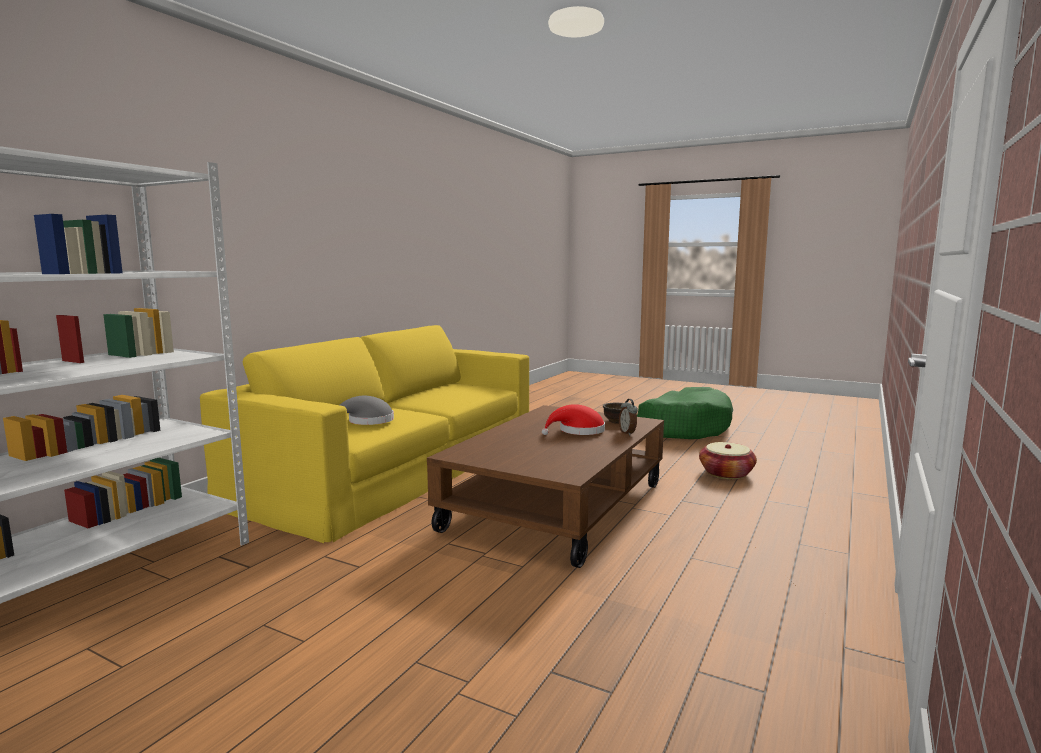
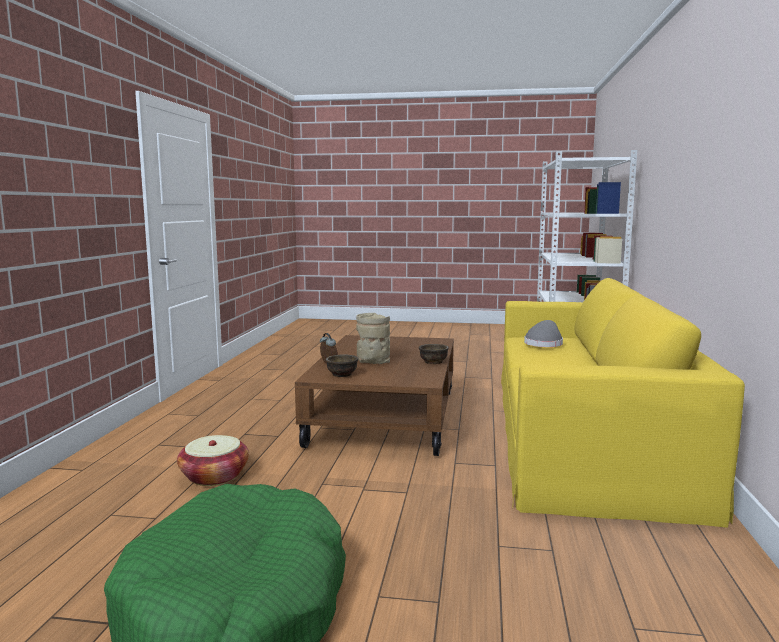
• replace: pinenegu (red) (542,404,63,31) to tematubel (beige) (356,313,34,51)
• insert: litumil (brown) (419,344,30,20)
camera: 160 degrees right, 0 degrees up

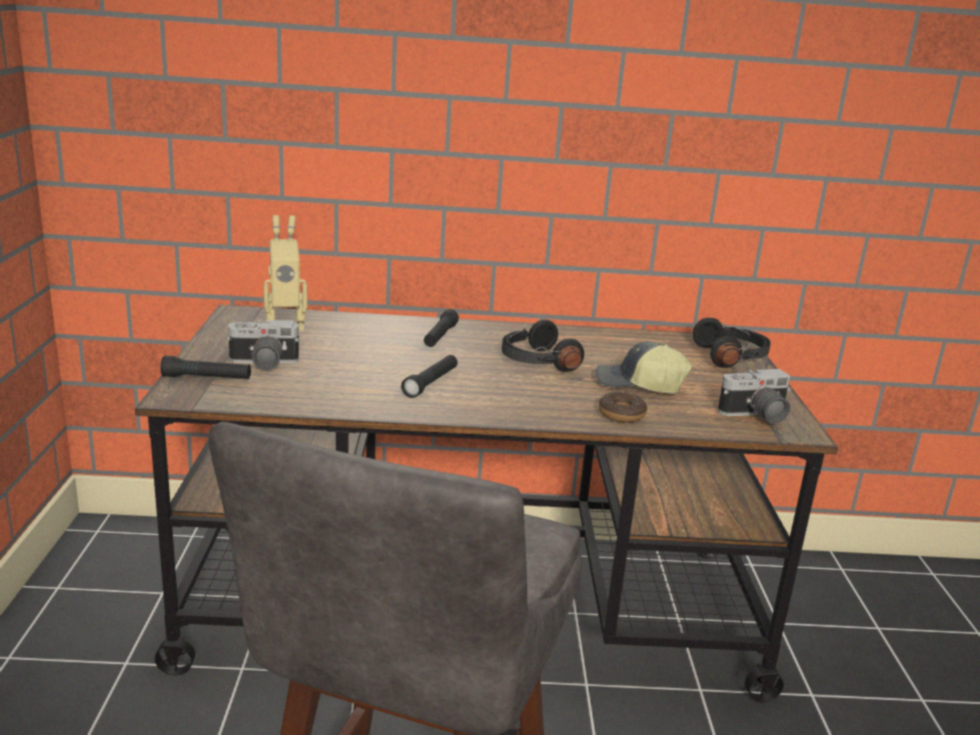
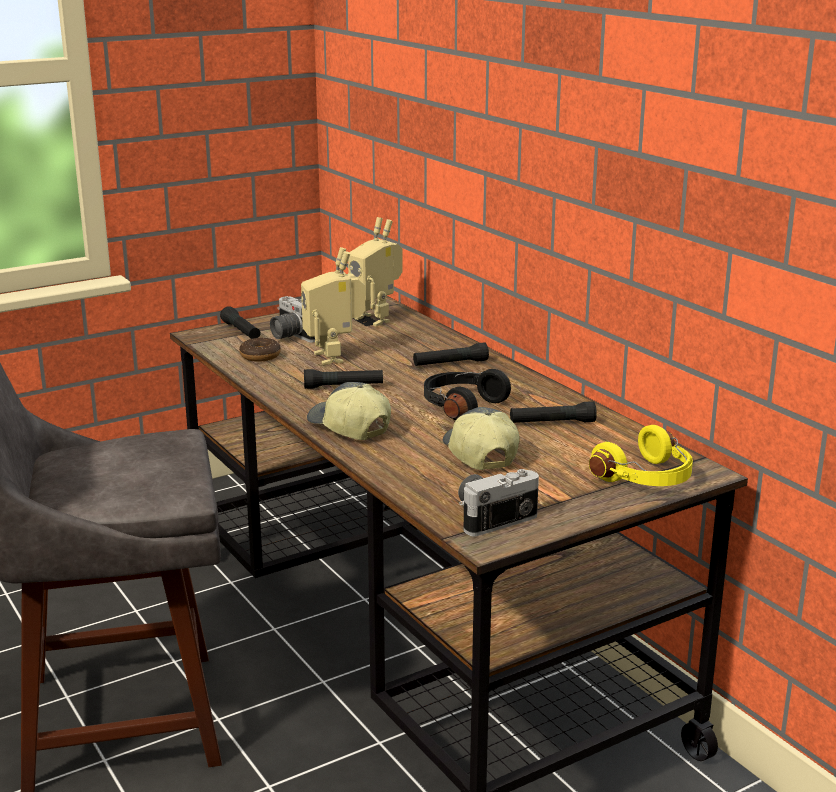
• move: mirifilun (599,392,48,30) to (239,338,42,24)
• insert: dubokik (301,247,64,118)
• insert: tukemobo (307,382,84,58)
• rotate: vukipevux (718,369,74,54) = (458,469,81,68) 105 degrees clockwise
• insert: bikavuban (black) (510,401,87,22)
• recolor: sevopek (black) (693,318,78,50) to sevopek (yellow) (589,425,104,61)
camera: 60 degrees right, 0 degrees up

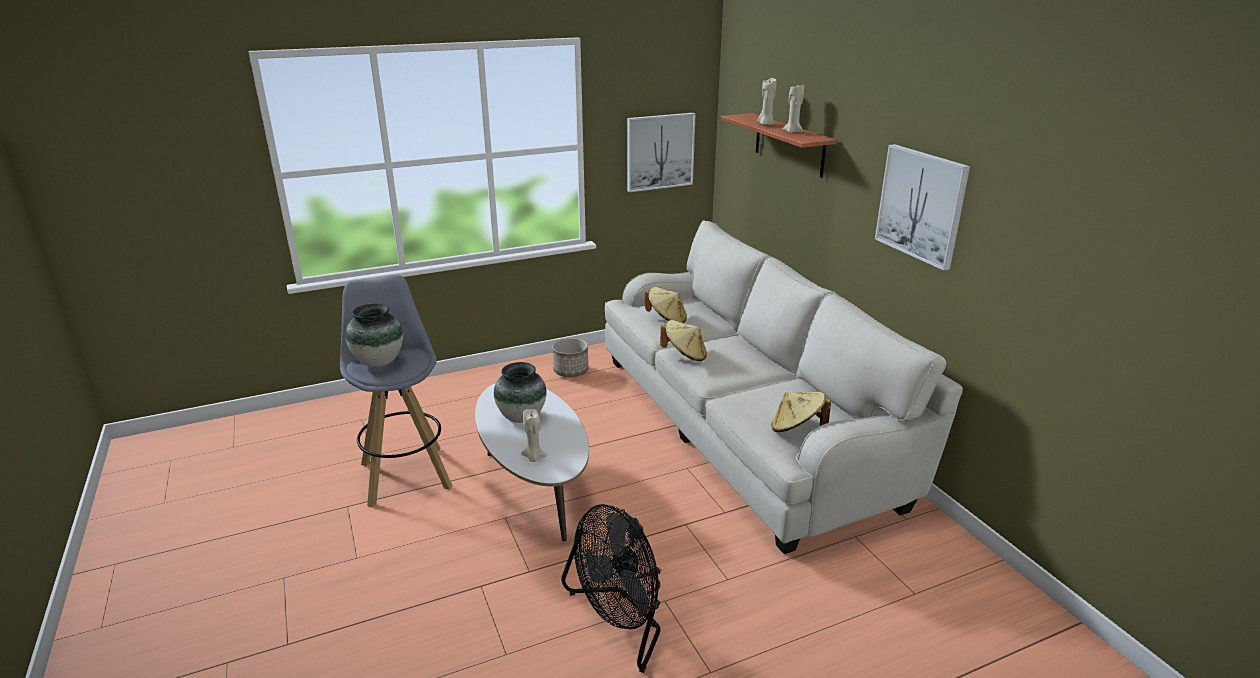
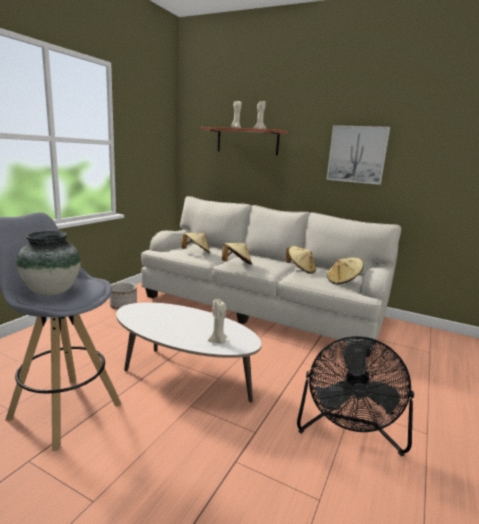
• insert: pinenegu (beige) (286,246,30,28)
• delete: tematubel (494,362,53,61)
• delete: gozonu (627,113,69,79)
camera: 40 degrees left, 10 degrees down

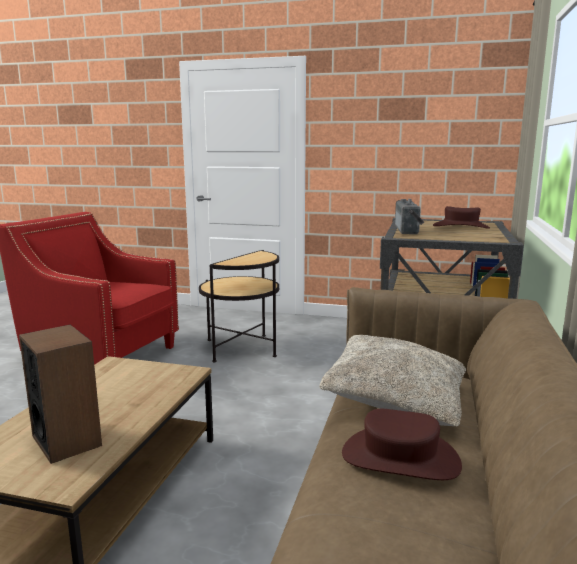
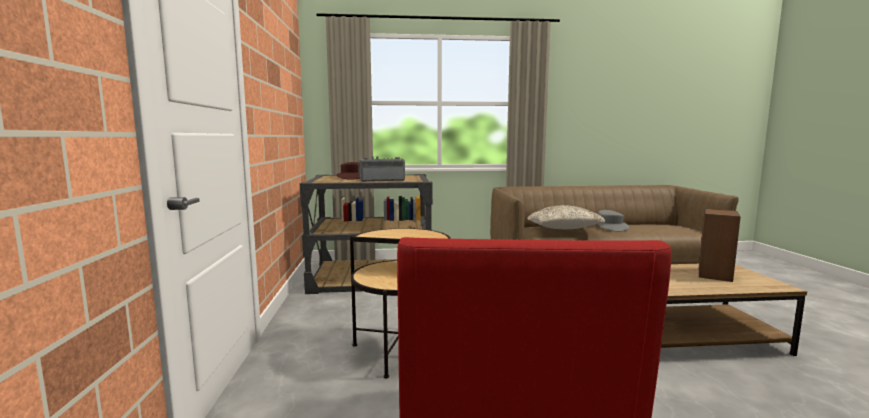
• recolor: pinenegu (brown) (342,409,120,71) to pinenegu (grey) (597,210,32,22)
camera: 110 degrees left, 5 degrees down

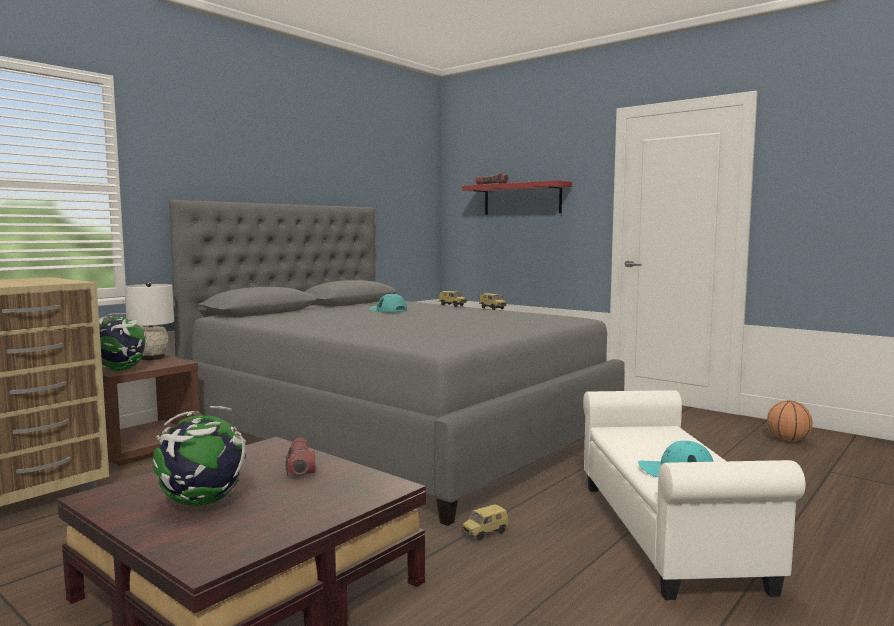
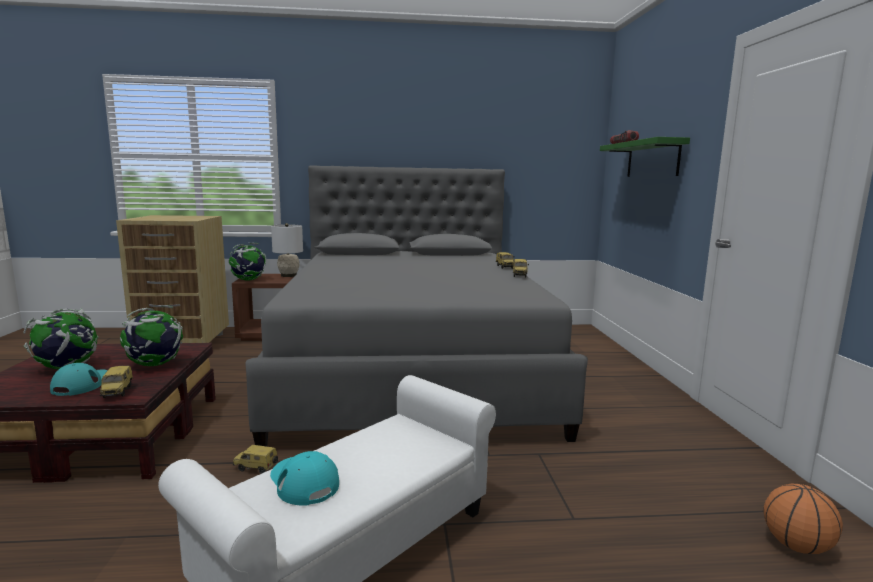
• move: tukemobo (turquoise) (370,294,37,19) to (50,363,58,33)
• insert: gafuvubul (100,366,33,32)
• replace: bikavuban (285,438,31,38) to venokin (120,305,63,61)
• recolor: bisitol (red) (462,180,110,35) to bisitol (green) (600,137,90,40)
camera: 45 degrees right, 5 degrees up

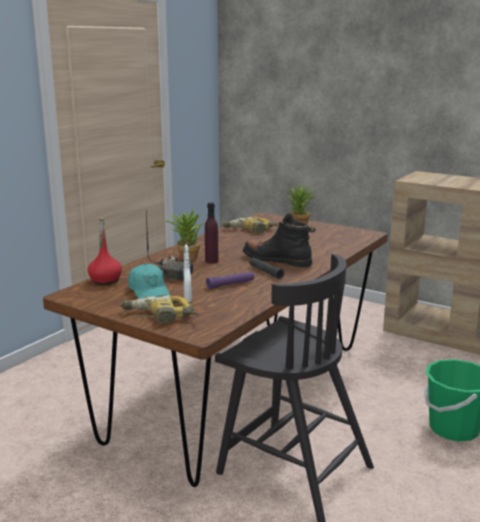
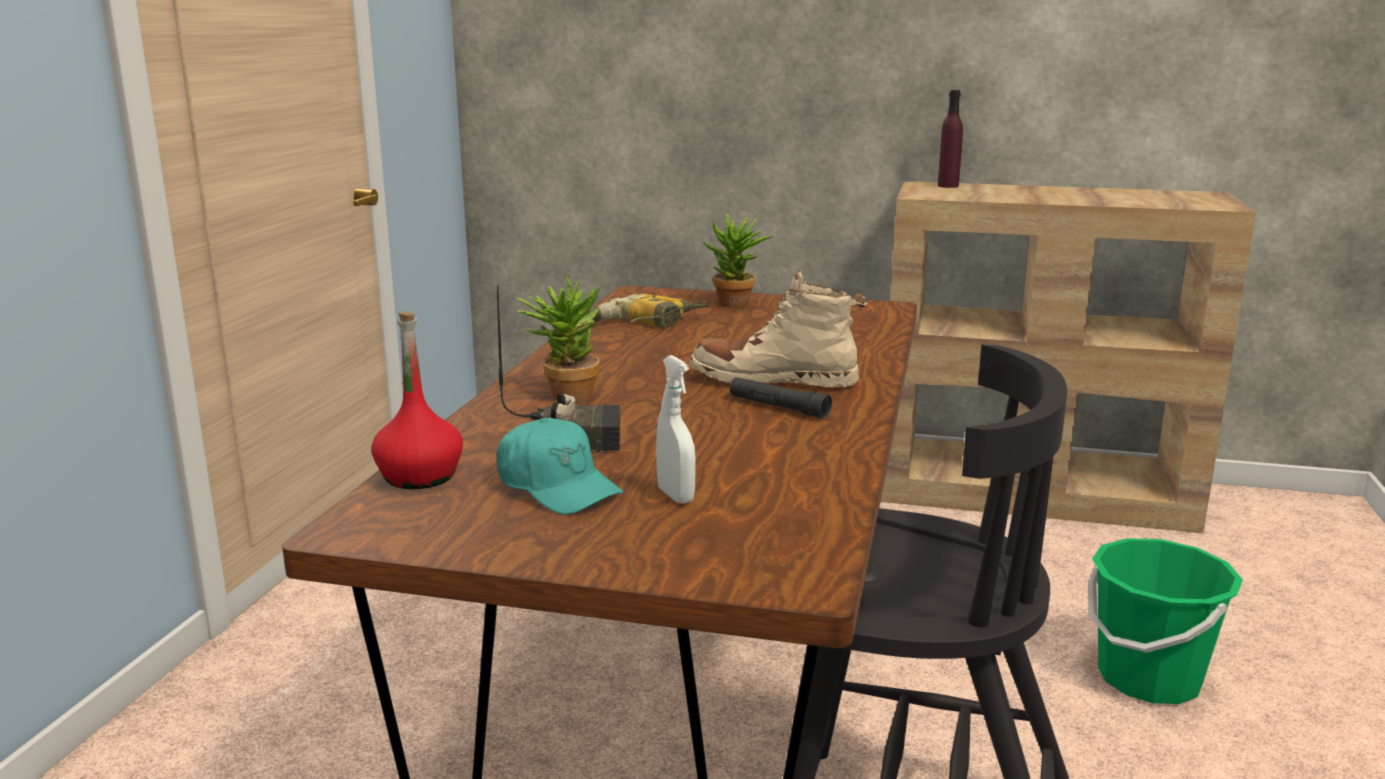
• recolor: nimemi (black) (243,214,73,53) to nimemi (beige) (689,270,179,117)
• move: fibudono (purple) (205,202,13,62) to (938,90,25,98)
• delete: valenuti (120,295,79,29)
• delete: bikavuban (purple) (206,272,48,17)
camera: 20 degrees left, 0 degrees up

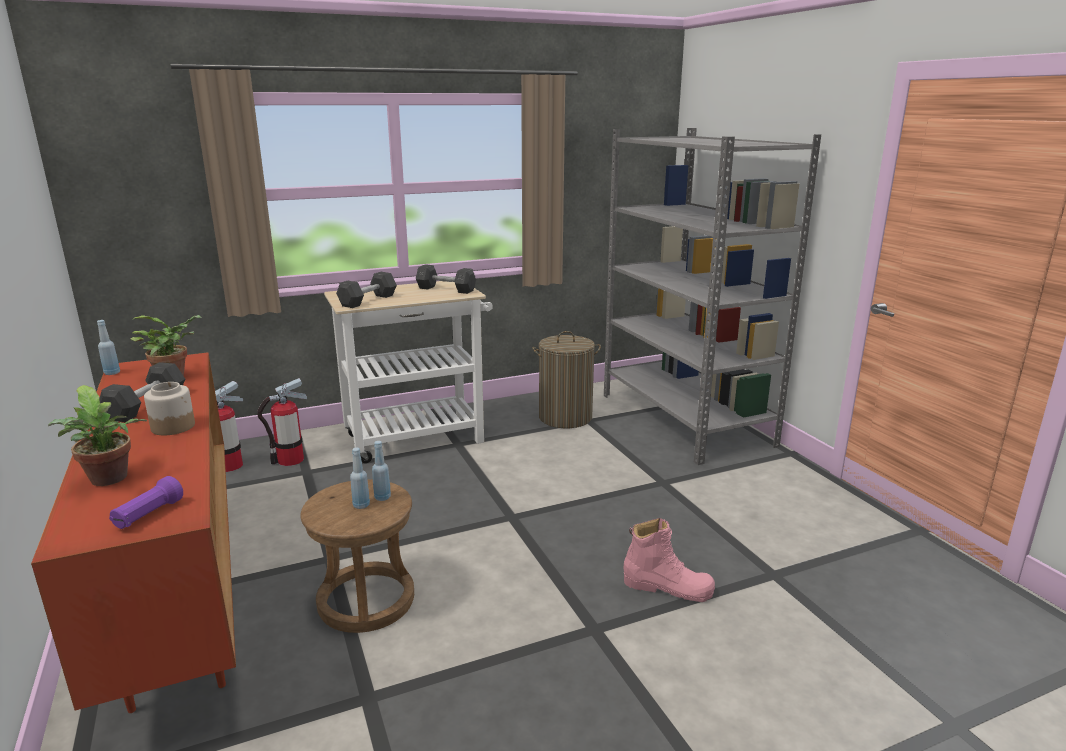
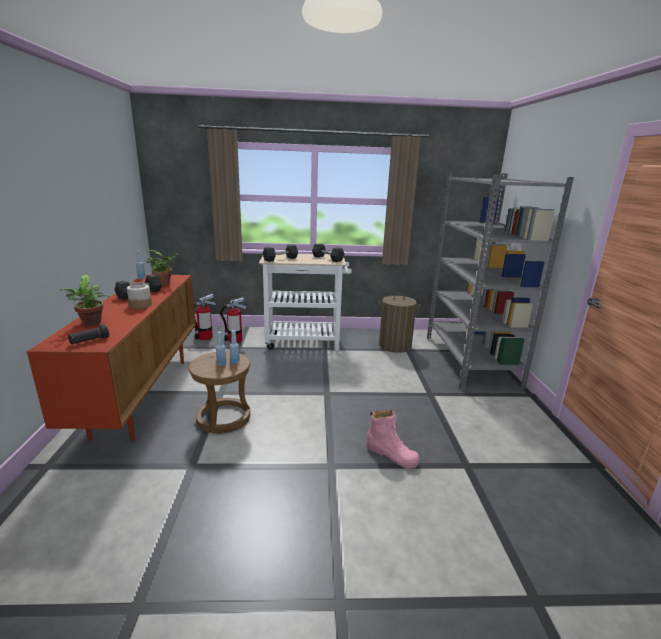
• recolor: bikavuban (purple) (109,476,74,53) to bikavuban (black) (68,324,41,20)
camera: 20 degrees right, 0 degrees up

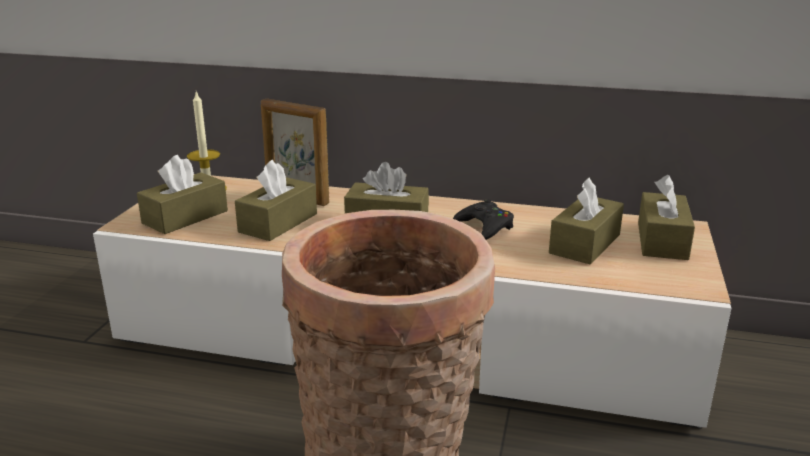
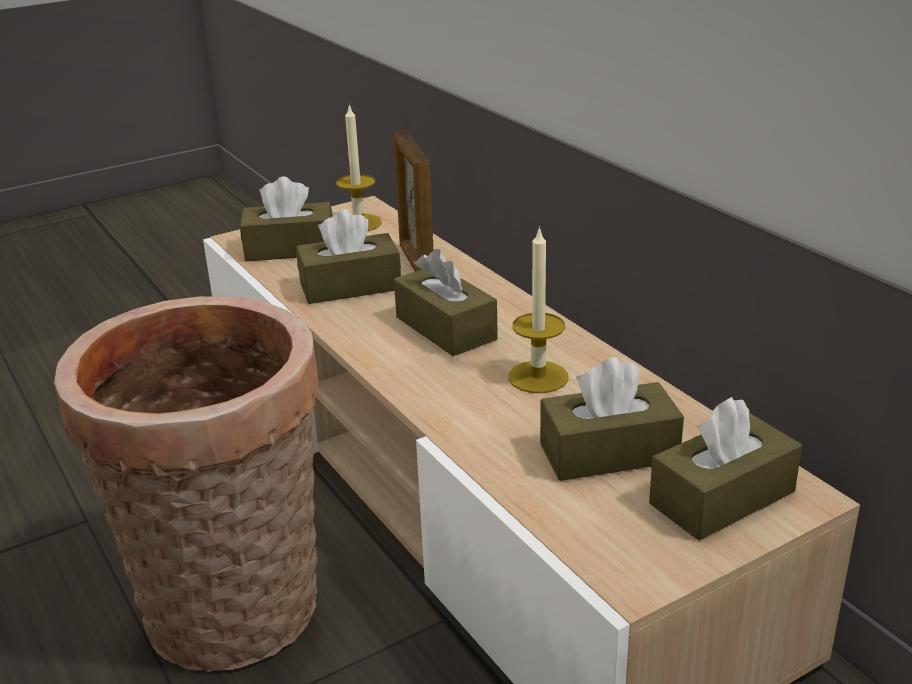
• replace: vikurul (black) (453,199,61,41) to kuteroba (508,226,60,167)
camera: 45 degrees right, 5 degrees up

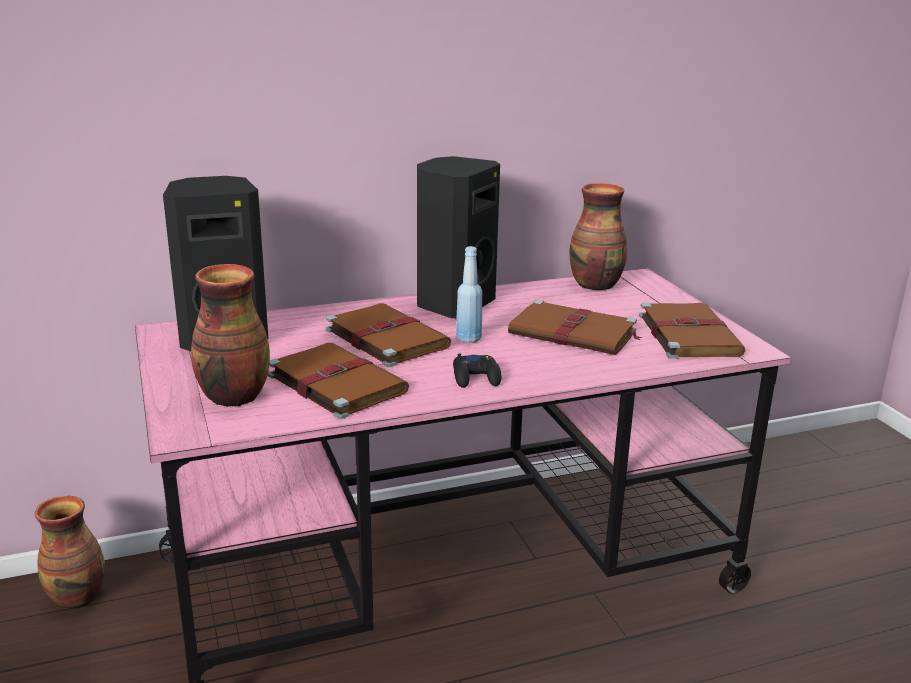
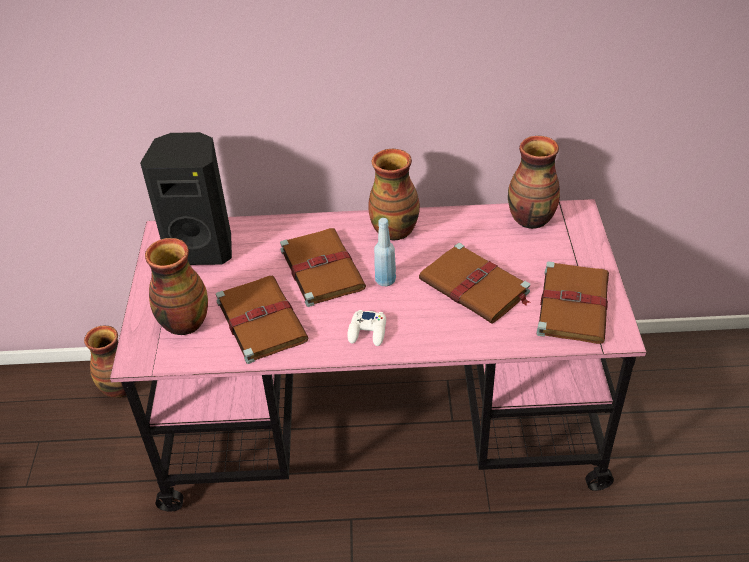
• recolor: vikurul (black) (453,353,49,35) to vikurul (white) (347,310,39,36)
• replace: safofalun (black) (417,156,83,162) to tematubel (368,149,52,91)
camera: 20 degrees right, 20 degrees up

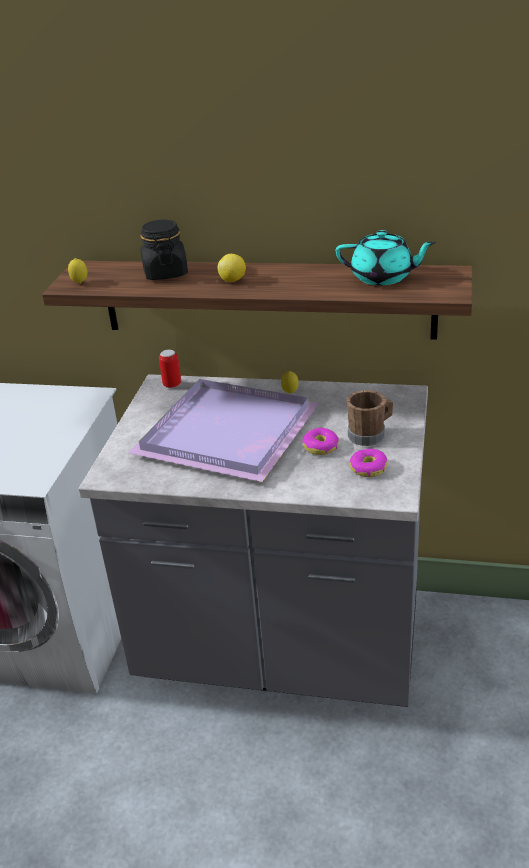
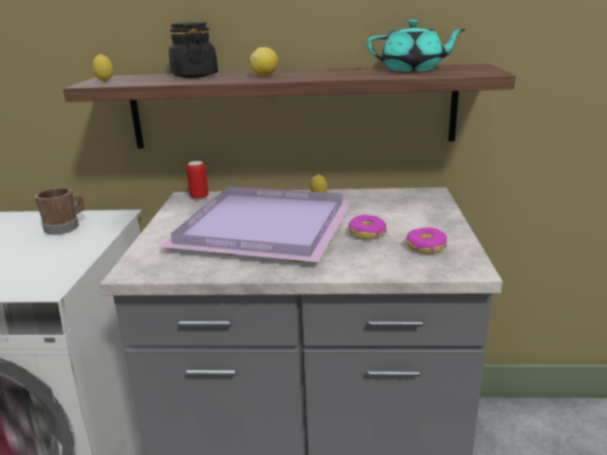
• move: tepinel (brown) (346,390,47,56) to (34,187,51,48)
camera: 10 degrees left, 10 degrees down

